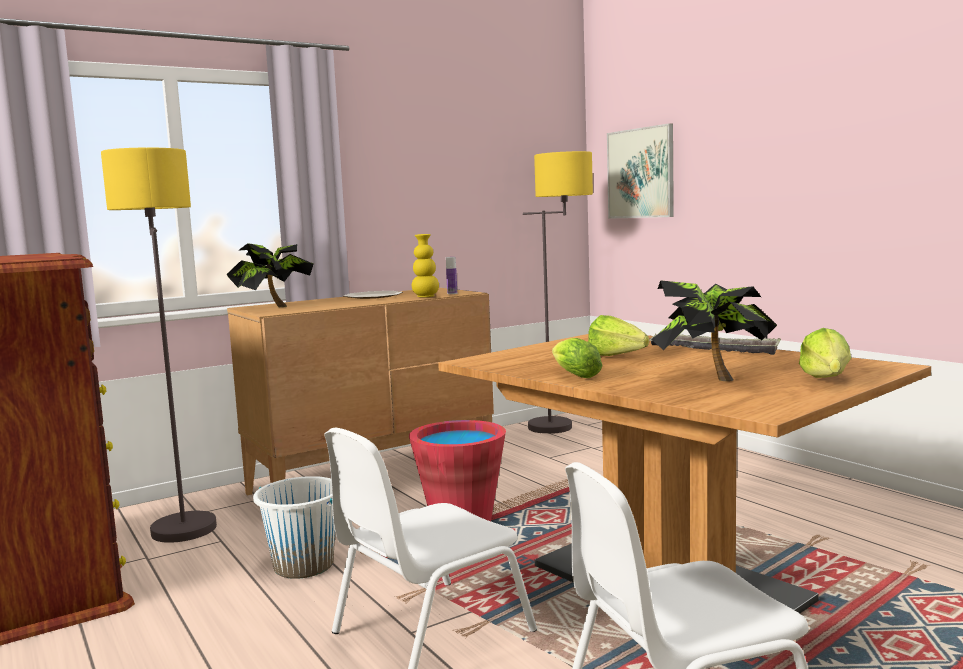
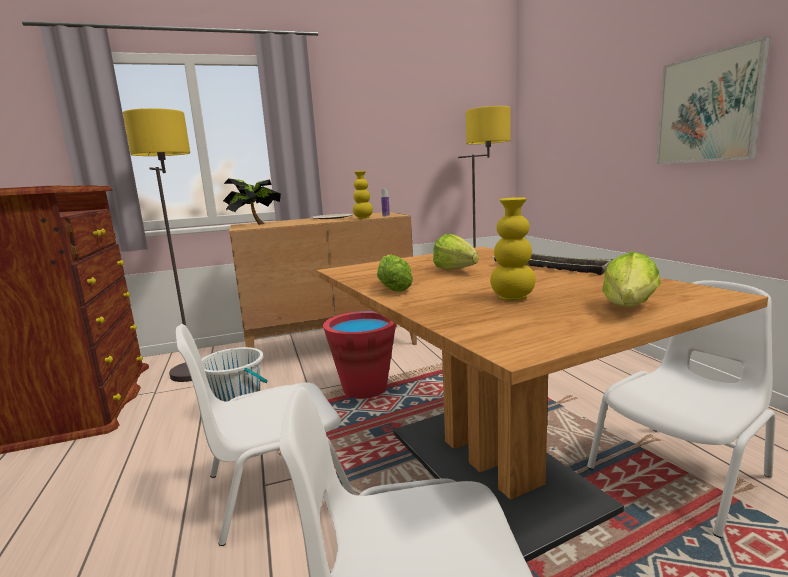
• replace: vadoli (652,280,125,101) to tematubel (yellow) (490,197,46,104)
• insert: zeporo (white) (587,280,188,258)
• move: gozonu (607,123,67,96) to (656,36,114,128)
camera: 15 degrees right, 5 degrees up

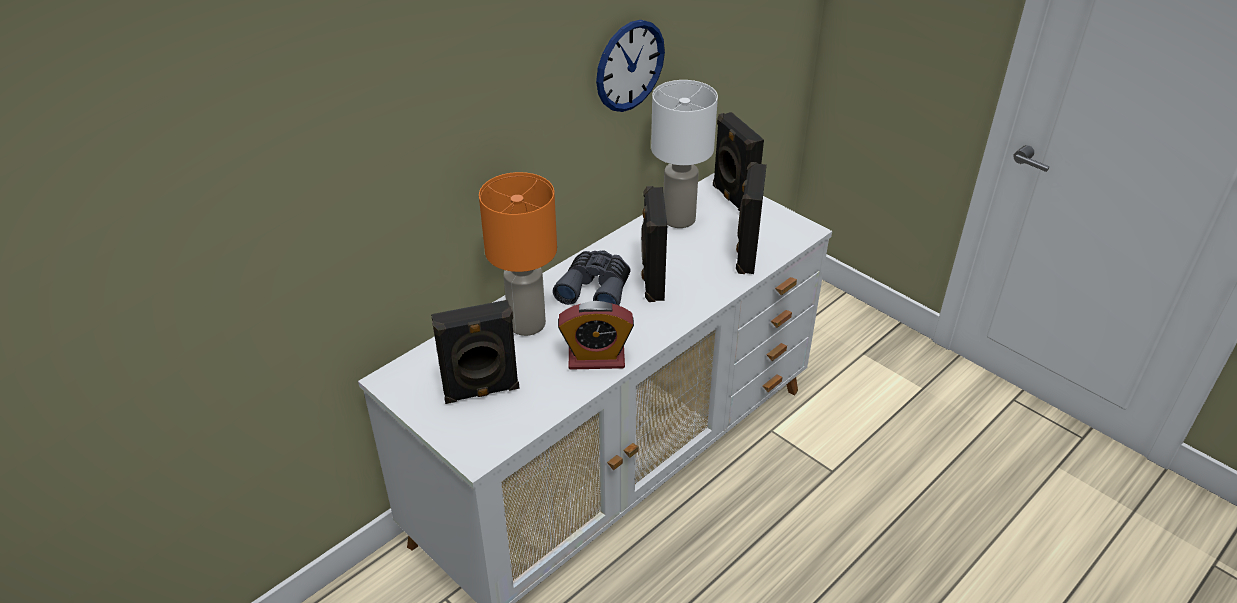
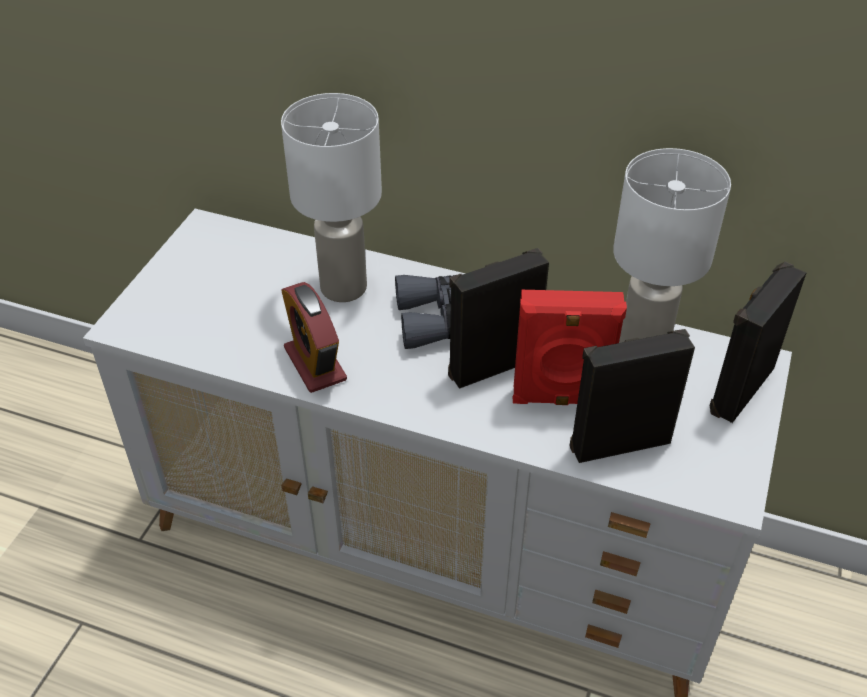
• recolor: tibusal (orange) (479,172,78,164) to tibusal (white) (281,93,101,209)
• insert: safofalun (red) (513,290,114,115)
• delete: safofalun (black) (431,300,89,104)
• delete: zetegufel (596,20,69,92)
camera: 65 degrees right, 5 degrees up

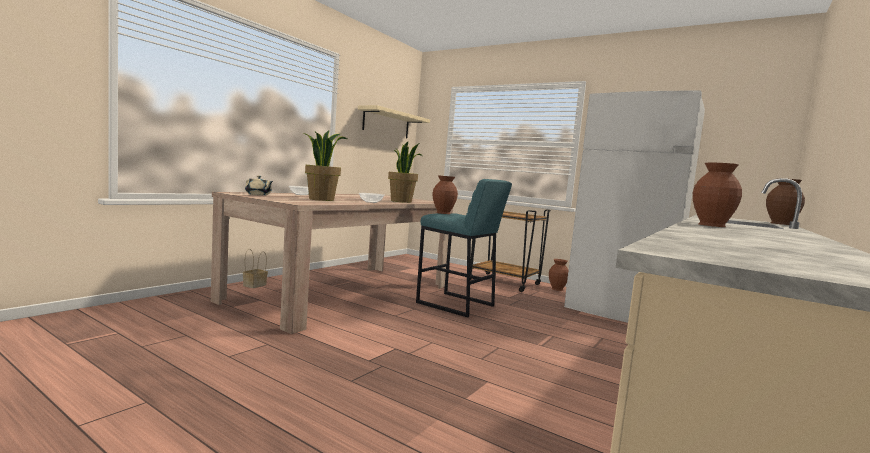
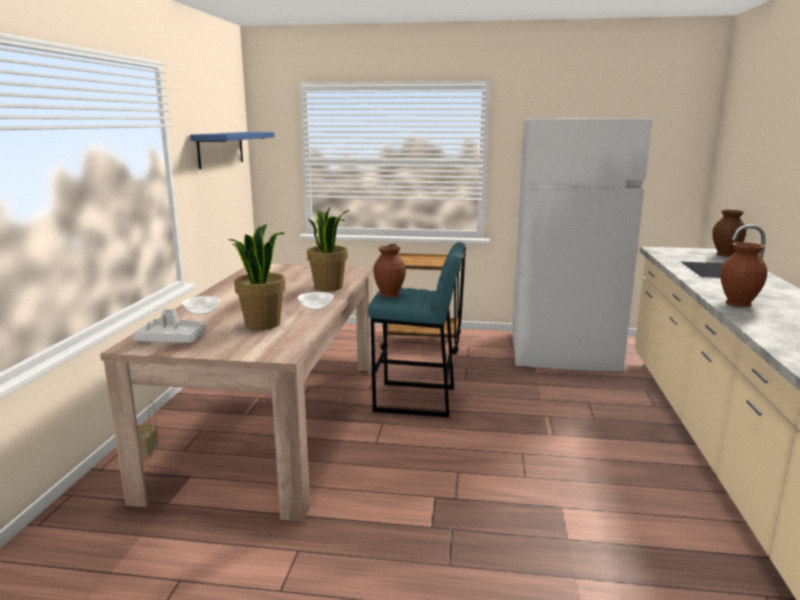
• replace: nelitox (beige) (245,175,28,20) to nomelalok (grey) (132,309,74,34)
• recolor: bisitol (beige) (358,105,72,33) to bisitol (blue) (190,132,84,37)
• delete: tematubel (brown) (549,259,19,32)
camera: 25 degrees left, 10 degrees up

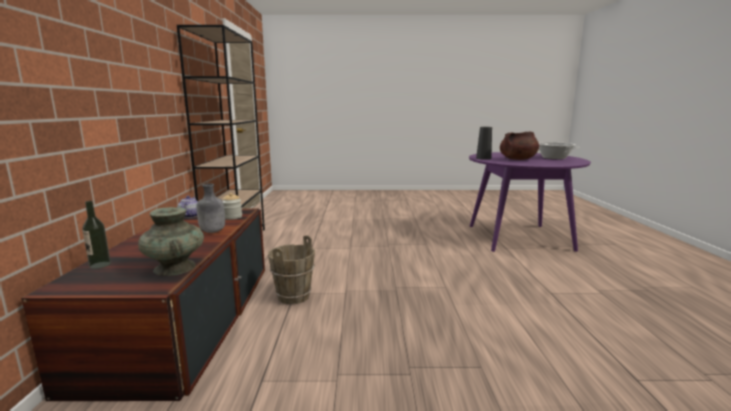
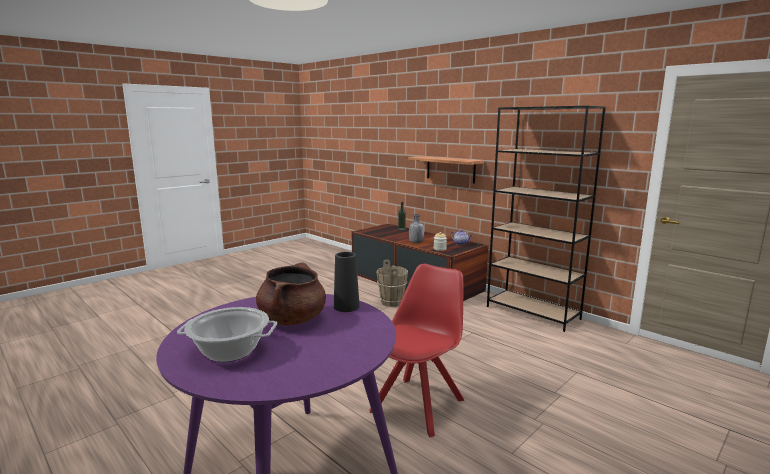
• insert: zeporo (red) (370,264,94,173)
• insert: bisitol (408,156,75,28)
• delete: tematubel (turquoise) (138,207,66,69)
camera: 135 degrees right, 0 degrees up

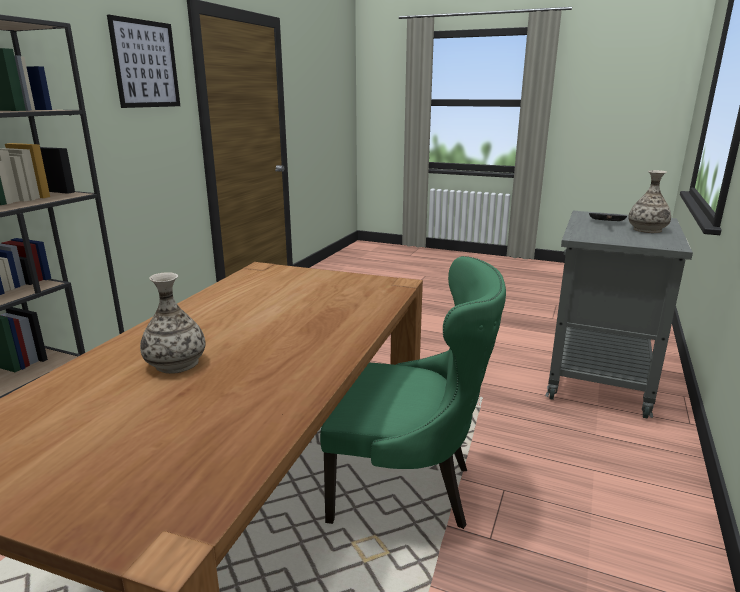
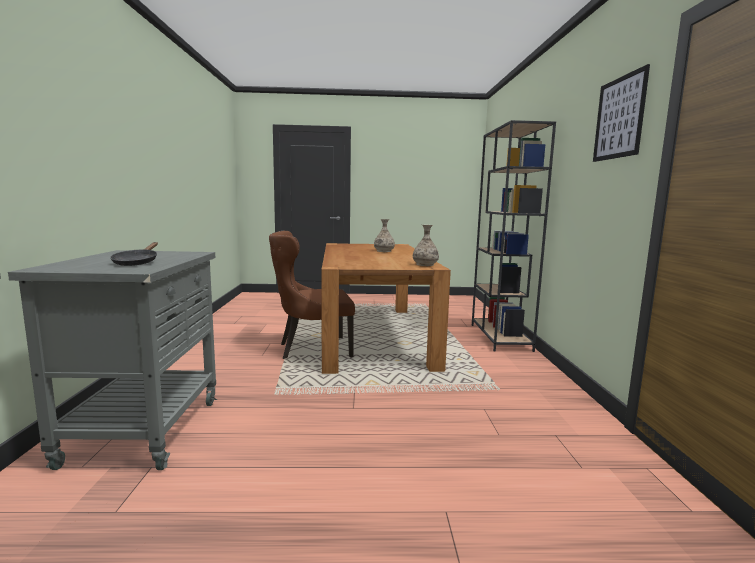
• recolor: zeporo (green) (320,256,186,273) to zeporo (brown) (269,231,86,128)
• move: tematubel (628,170,43,63) to (413,225,26,41)
camera: 155 degrees right, 10 degrees down

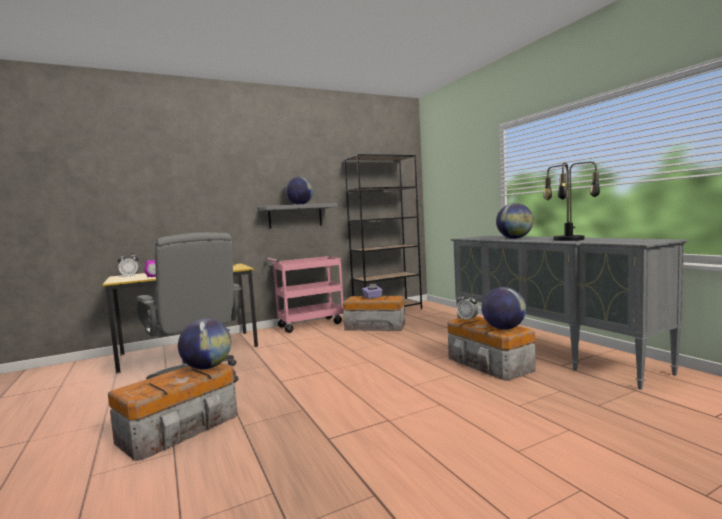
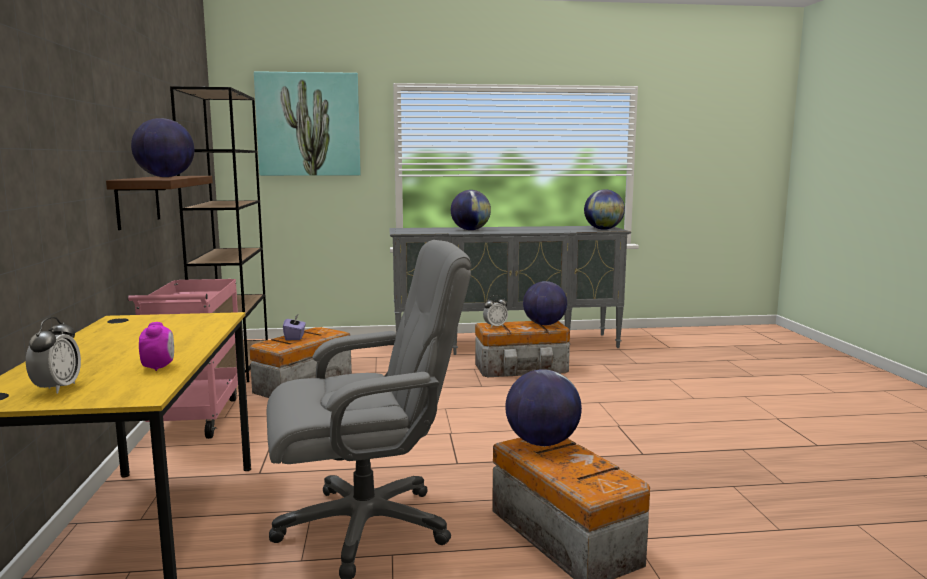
• recolor: bisitol (grey) (259,203,79,26) to bisitol (brown) (106,176,107,54)
• insert: gozonu (254,71,107,105)
• insert: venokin (584,189,41,41)
• delete: tibusal (543,162,57,79)
camera: 70 degrees left, 5 degrees up

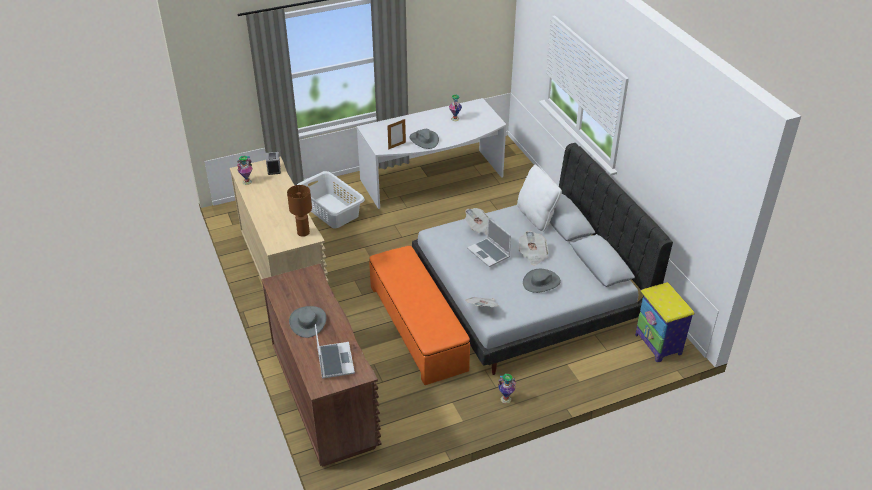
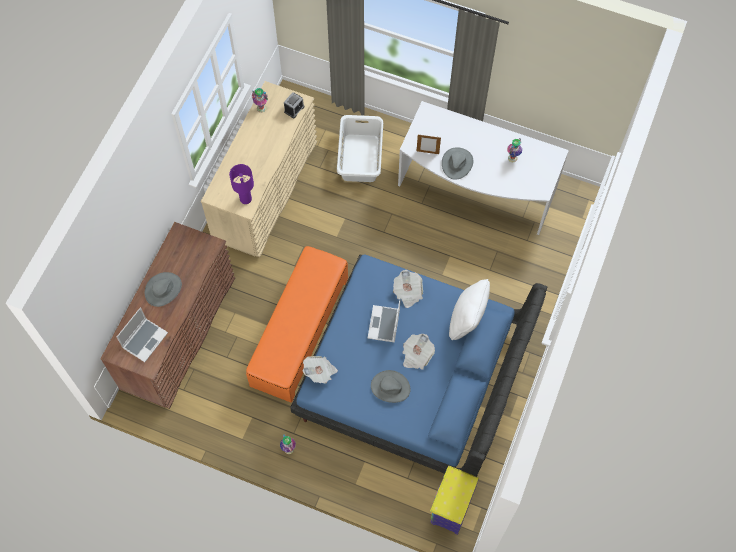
• recolor: tibusal (brown) (287,185,25,52) to tibusal (purple) (229,164,25,40)
• recolor: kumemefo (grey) (412,143,261,232) to kumemefo (blue) (290,254,258,223)
camera: 45 degrees right, 25 degrees up

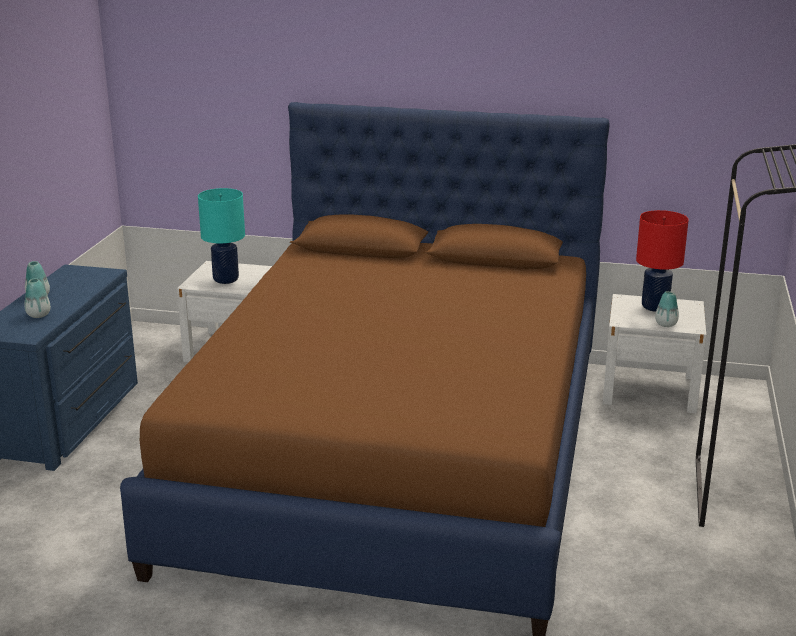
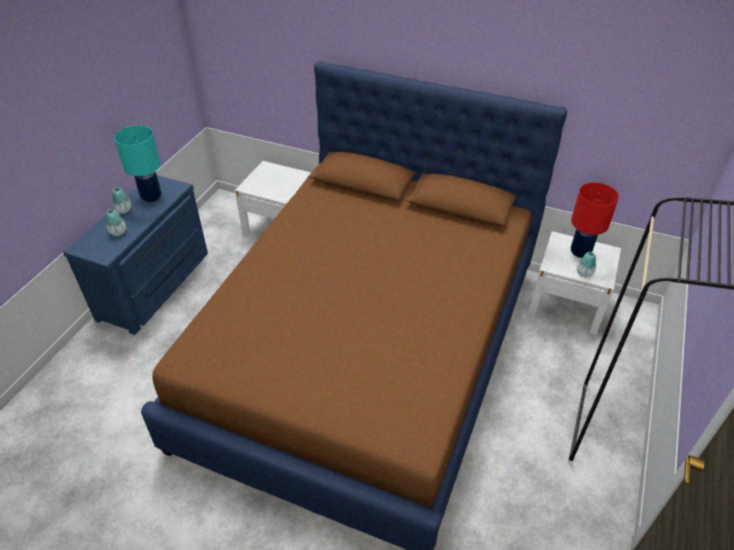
• move: tibusal (turquoise) (198,188,47,96) to (114,125,47,77)
camera: 10 degrees right, 20 degrees up

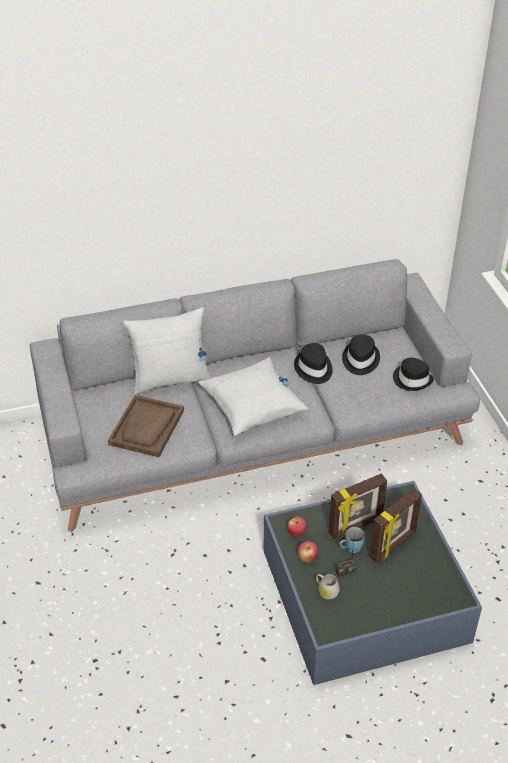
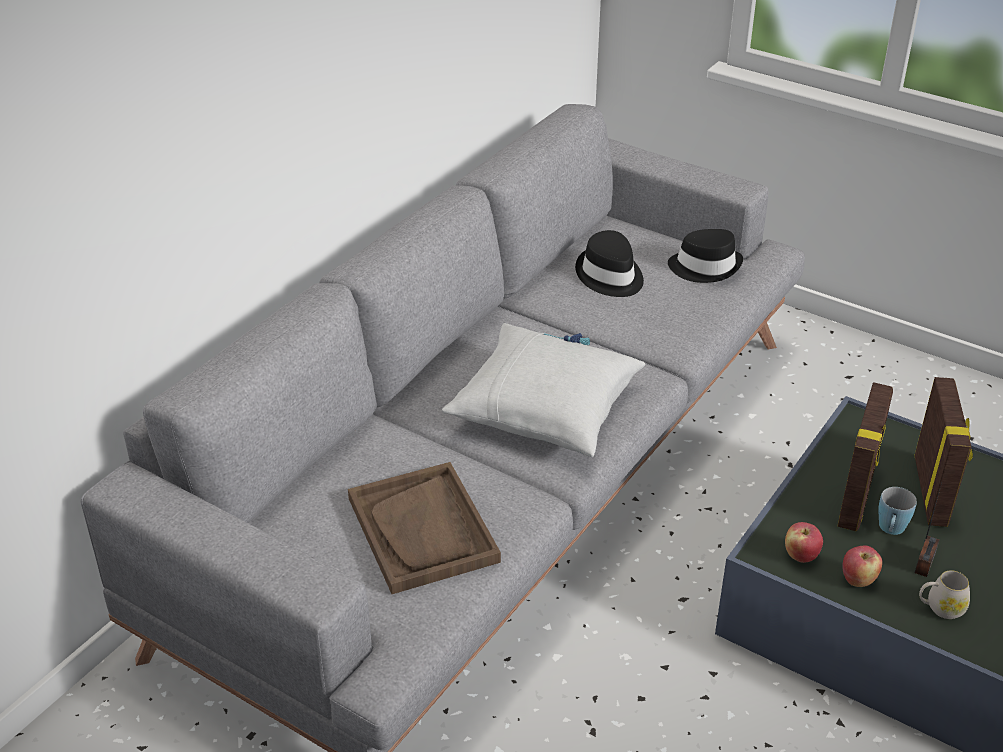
• delete: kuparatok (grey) (123,307,88,88)
• delete: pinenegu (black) (294,343,39,41)
camera: 40 degrees left, 5 degrees down

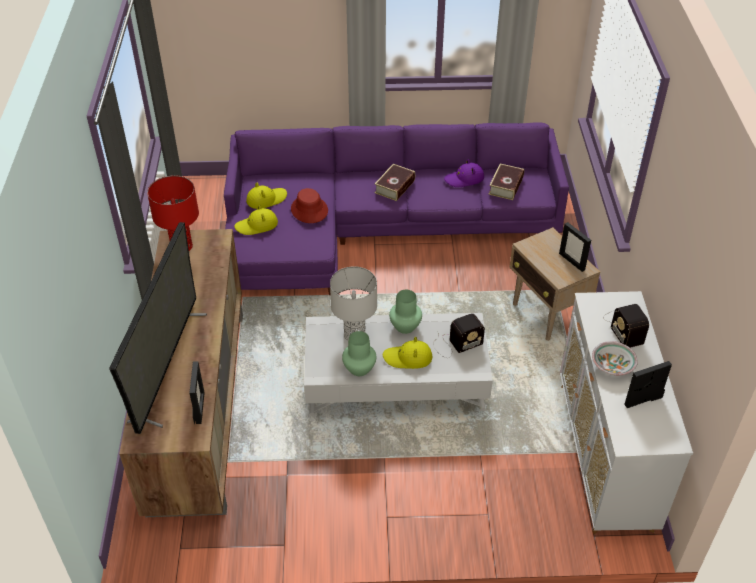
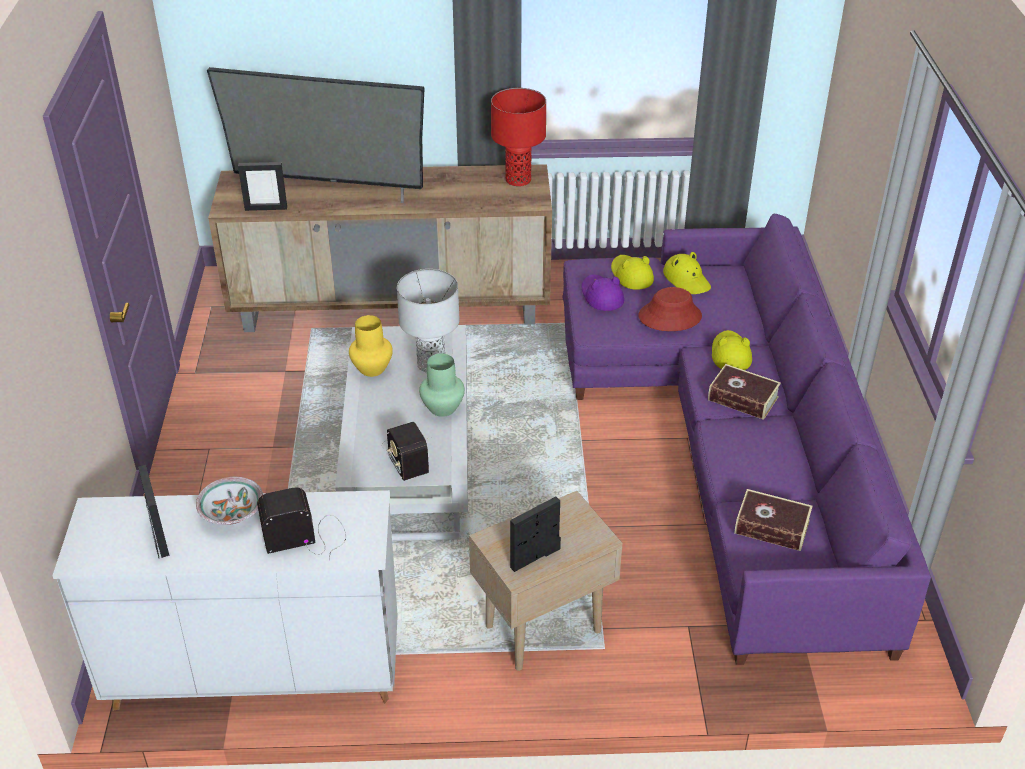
• recolor: tematubel (green) (342,331,35,45) to tematubel (yellow) (349,315,44,62)
• move: pinenegu (purple) (444,159,40,28) to (582,274,42,37)
• move: pinenegu (yellow) (383,337,49,32) to (712,330,40,40)
camera: 90 degrees right, 5 degrees down

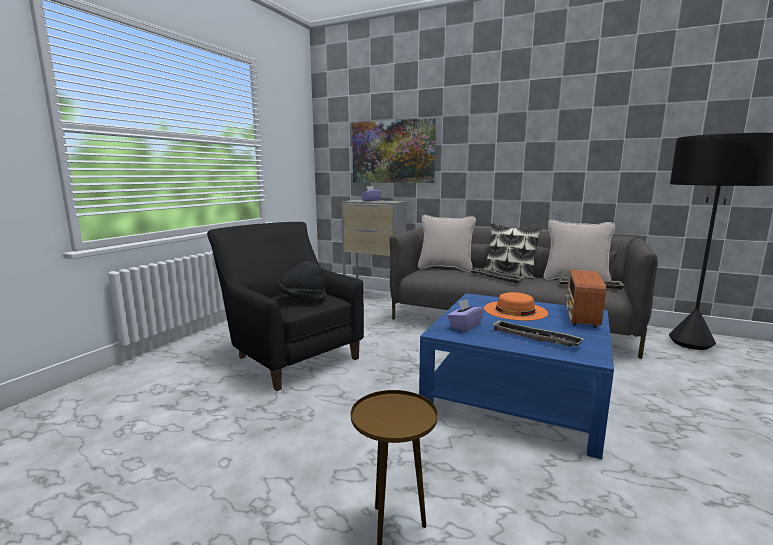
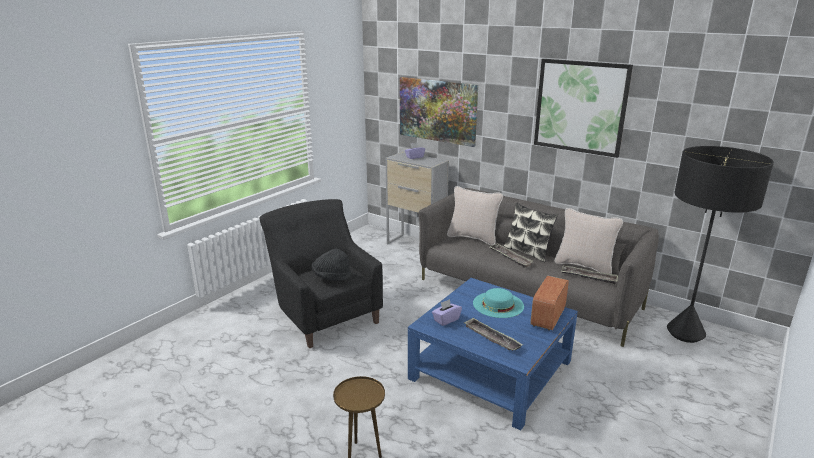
• recolor: pinenegu (orange) (484,292,64,29) to pinenegu (turquoise) (473,288,51,30)
• insert: gozonu (534,59,99,99)
camera: 10 degrees right, 10 degrees up

